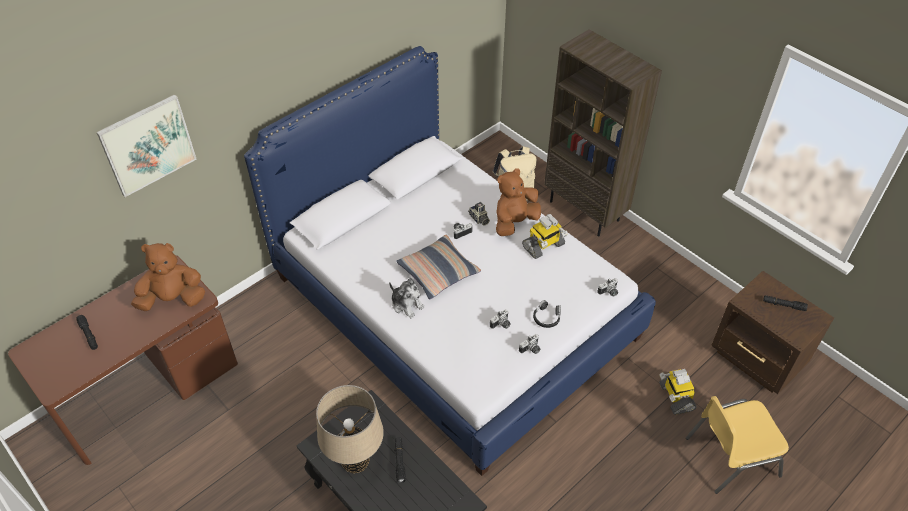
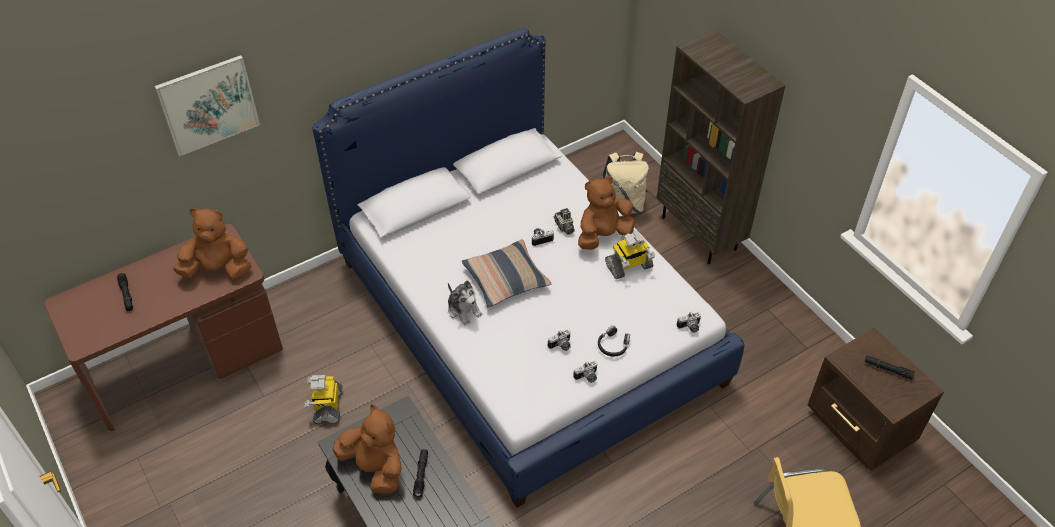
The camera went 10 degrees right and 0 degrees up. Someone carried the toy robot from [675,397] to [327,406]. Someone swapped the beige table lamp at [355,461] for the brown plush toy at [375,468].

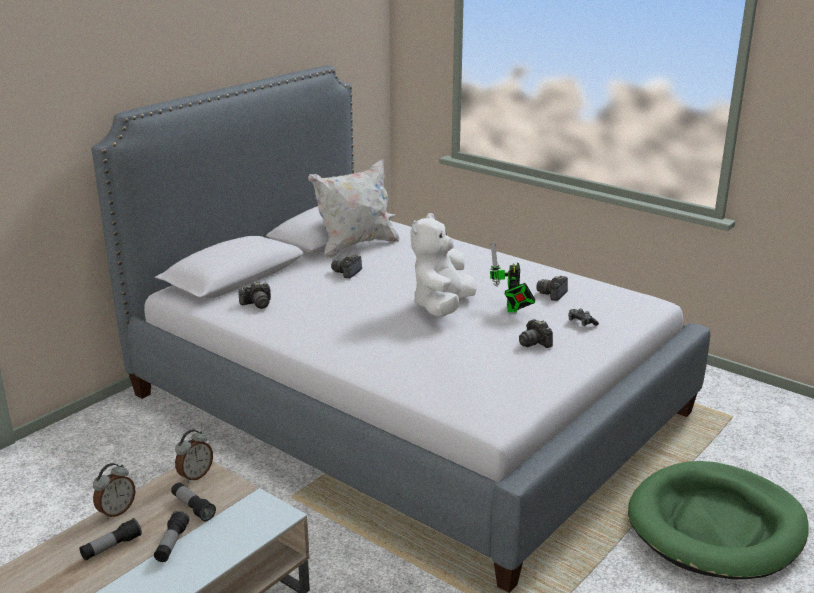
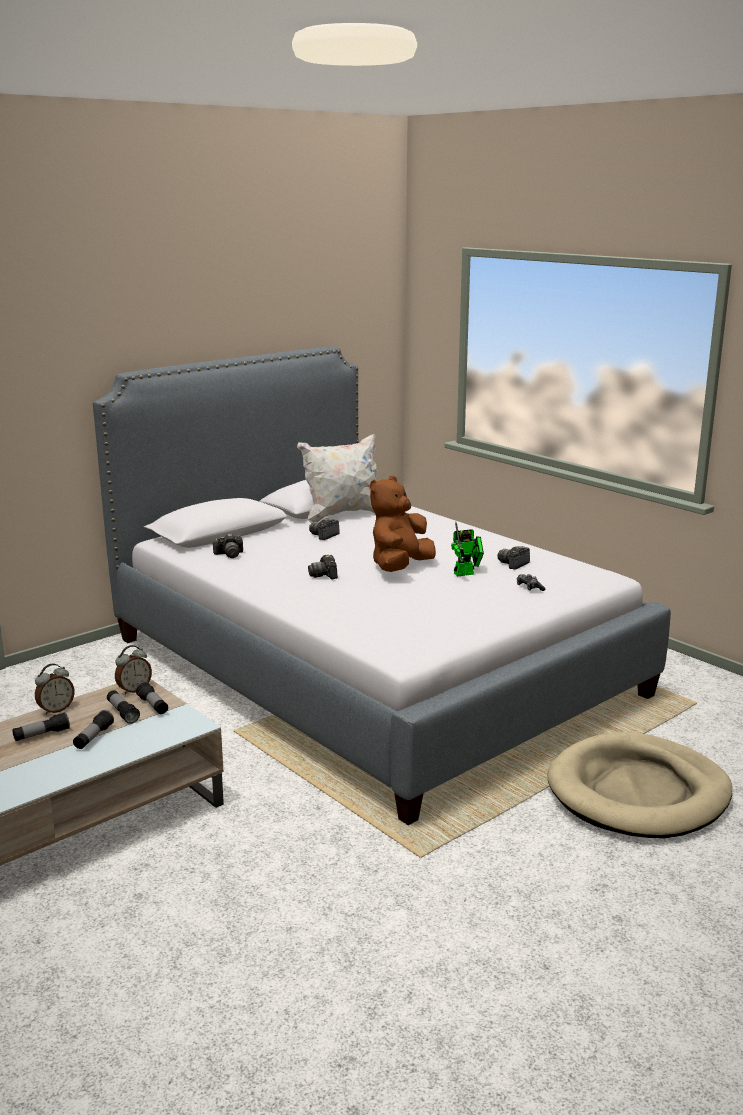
The camera went 10 degrees right and 5 degrees down. Someone repainted the white plush toy at [442,307], which became the brown plush toy at [400,567]. Someone rotated the toy robot at [512,309] by 120 degrees counterclockwise. Someone carried the photo camera from [534,342] to [324,575]. Someone repainted the green dog bed at [716,526], which became the beige dog bed at [638,792]. Someone put down the flashlight at [153,705].

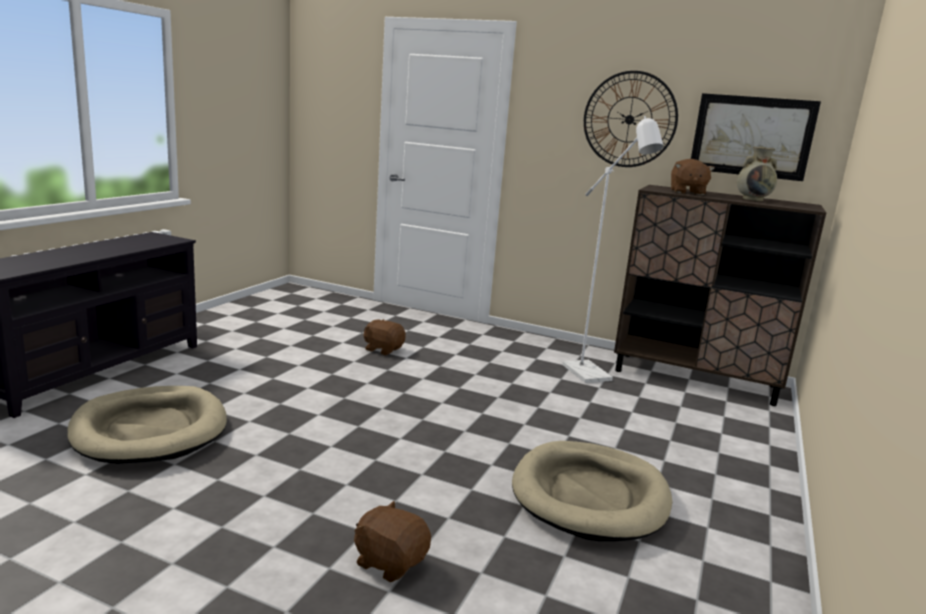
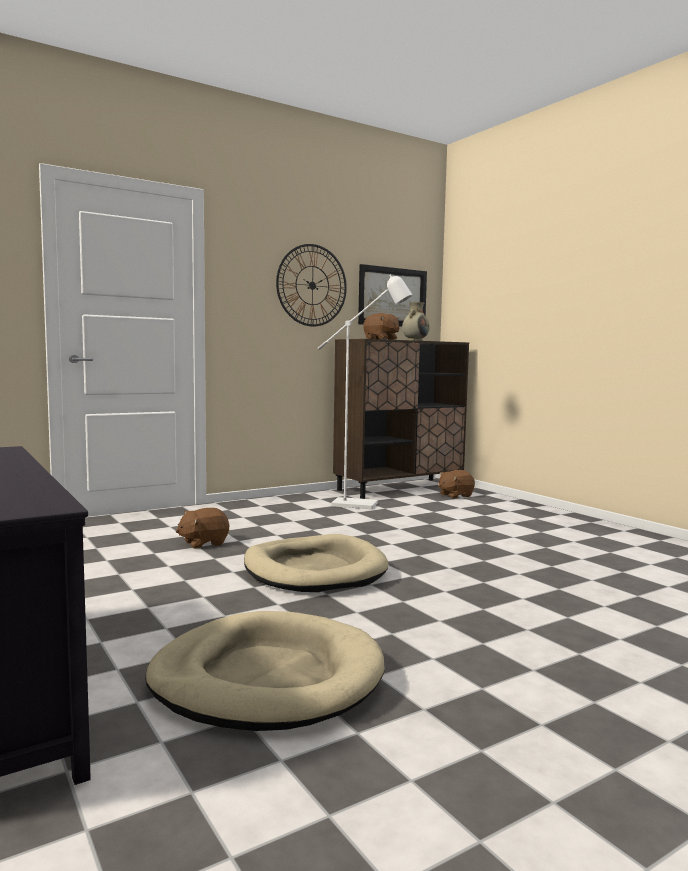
The camera went 55 degrees left and 10 degrees down. Someone carried the beige dog bed from [590,495] to [314,570]. Someone carried the brown plush toy from [390,562] to [455,495].

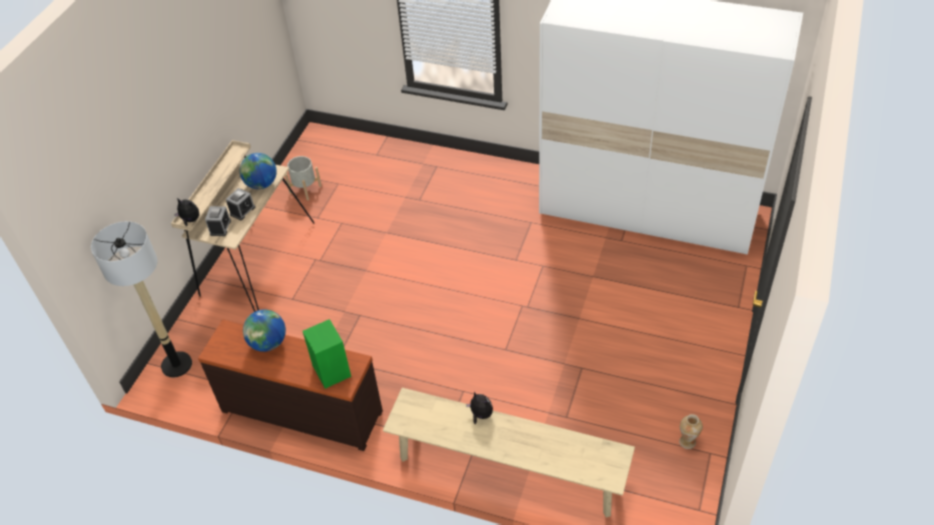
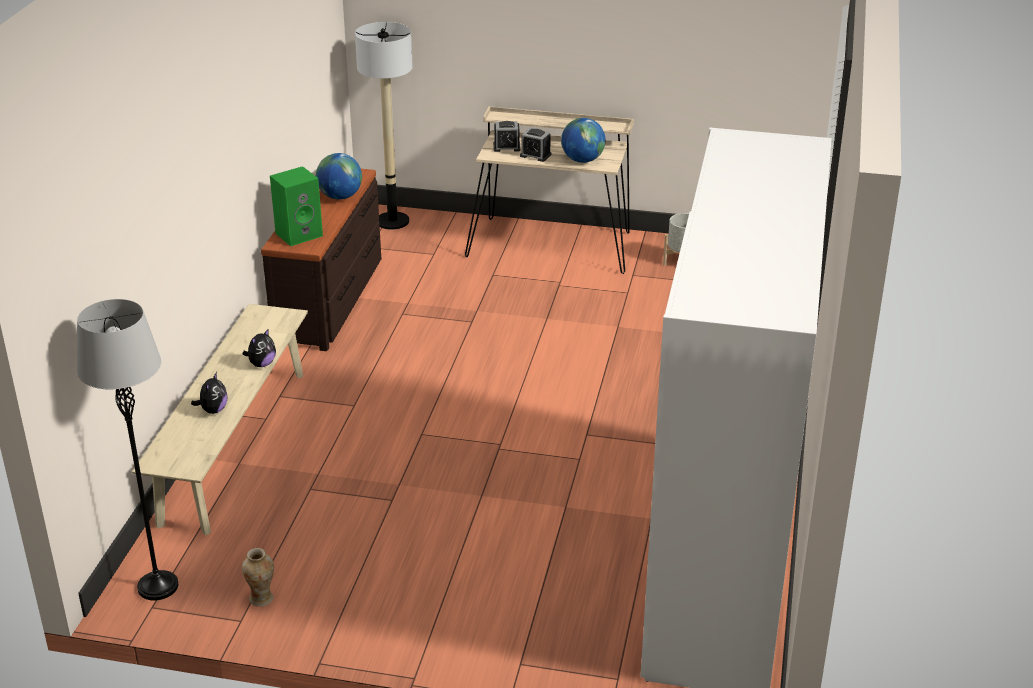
The camera went 80 degrees right and 15 degrees down. Someone carried the plush toy from [190,220] to [213,410]. Someone put down the grey floor lamp at [158,586].

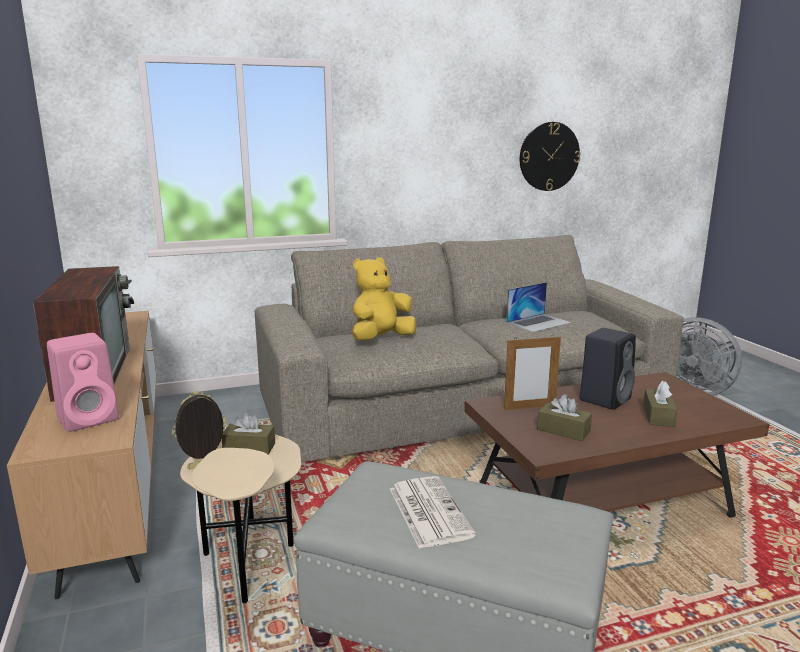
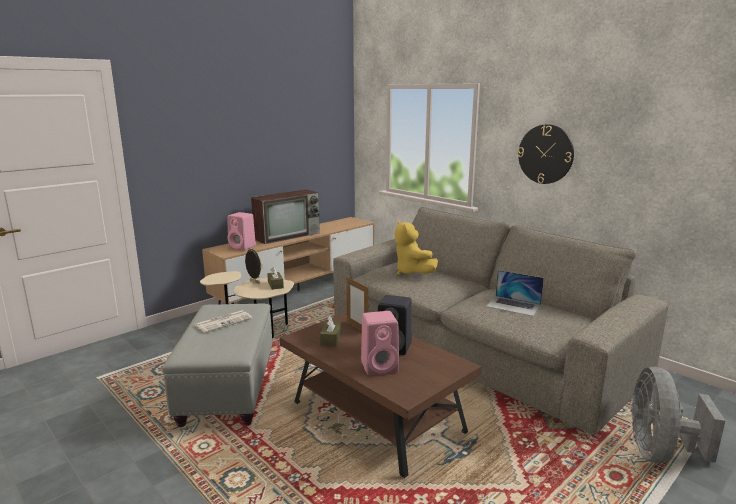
The camera went 65 degrees right and 0 degrees up. Someone carried the wall clock from [549,156] to [545,154]. Someone rotated the yellow plush toy at [381,339] by 135 degrees counterclockwise. Someone swapped the brown tissue box at [658,416] for the pink speaker at [380,366].

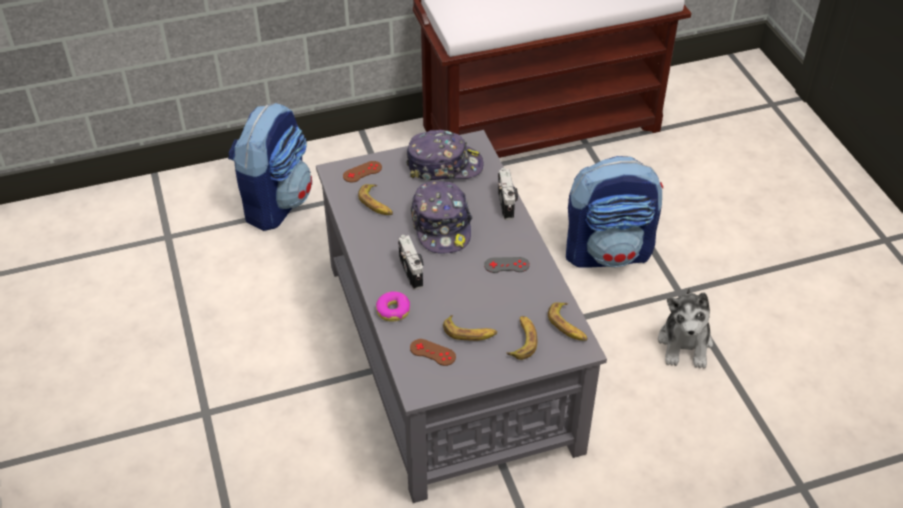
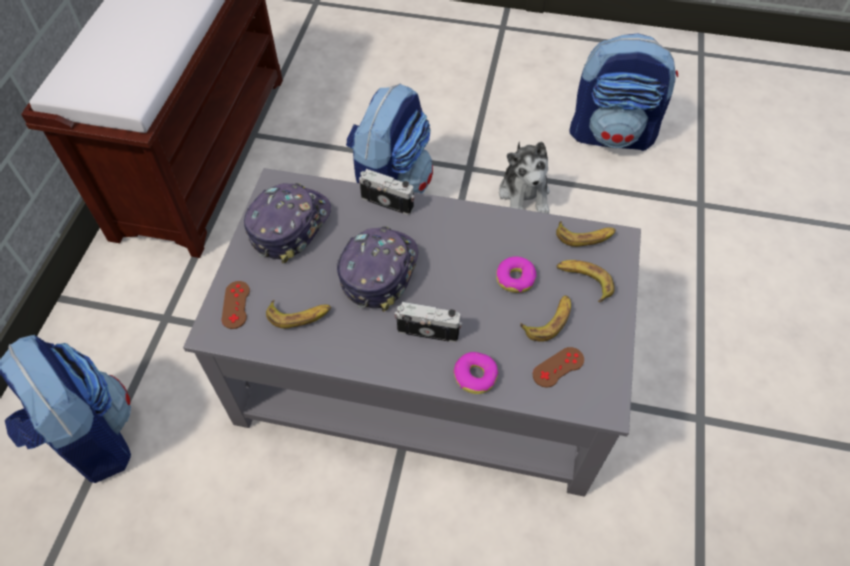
The camera went 60 degrees left and 10 degrees up. Someone rotated the cap at [441,225] by 90 degrees counterclockwise. Someone took away the grey game controller at [506,265]. Someone rotated the plush toy at [685,343] by 45 degrees clockwise. Someone put down the backpack at [612,134]. Someone put down the donut at [515,278].

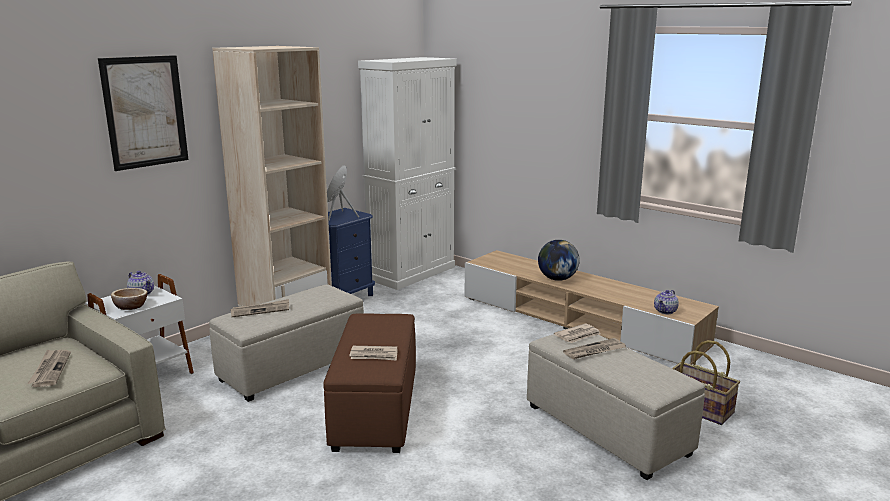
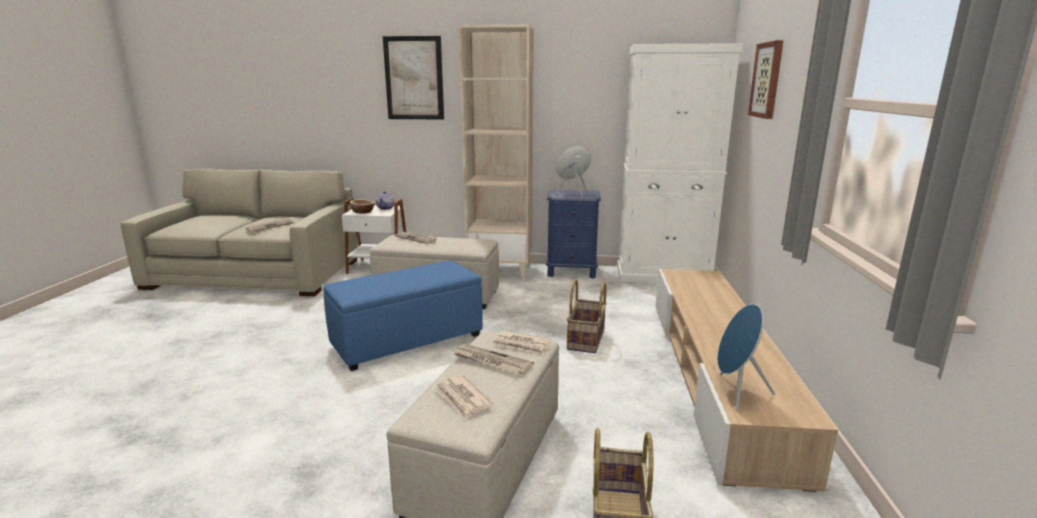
The camera went 55 degrees right and 0 degrees up. Someone took away the globe at [557,279]. Someone swapped the teapot at [665,311] for the blue speaker at [735,392]. Someone repainted the brown ottoman at [375,409], which became the blue ottoman at [409,340]. Someone carried the newspaper from [374,355] to [462,398]. Someone put up the picture at [767,80]. Someone put down the basket at [586,340].

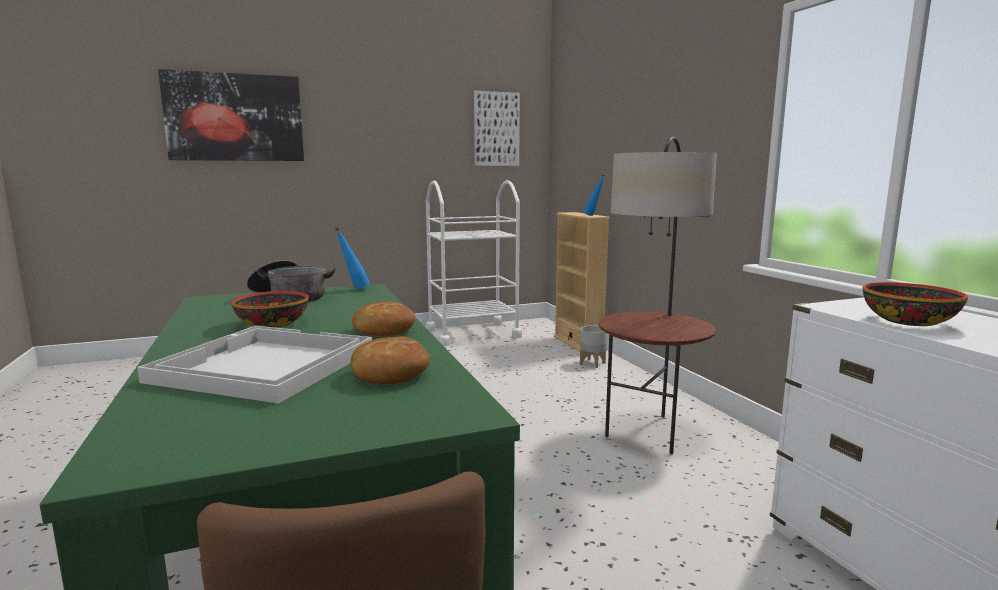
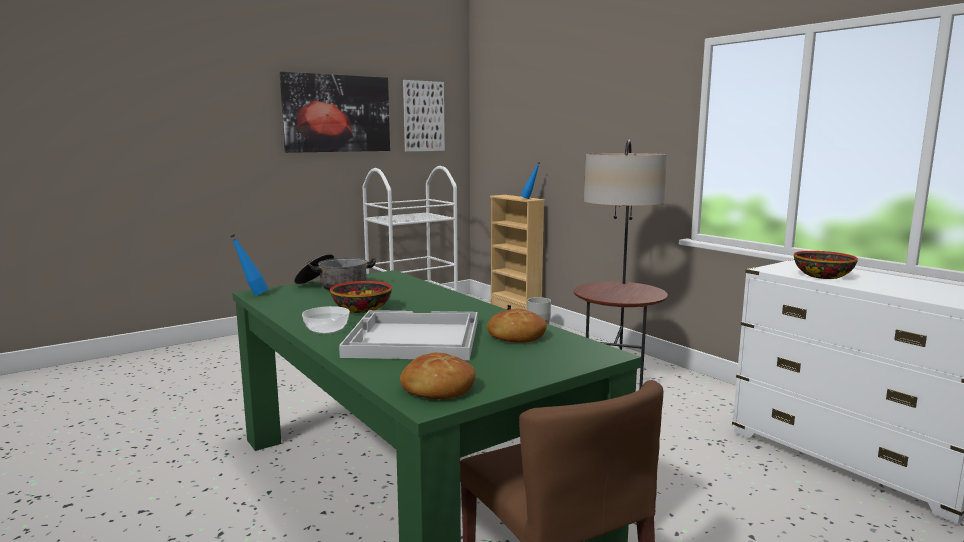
The camera went 15 degrees left and 0 degrees up. Someone carried the picture from [235,117] to [337,113]. Someone carried the blue bottle from [354,289] to [252,295]. Someone carried the bread from [384,330] to [437,388]. Someone put down the bowl at [327,329].

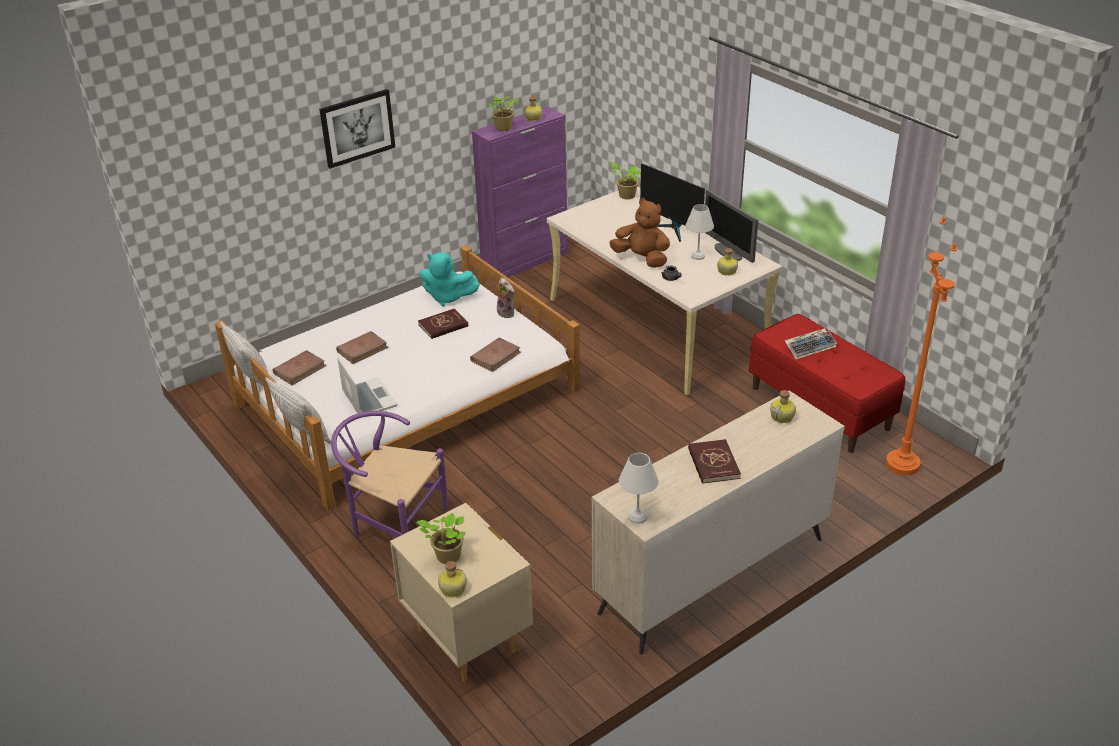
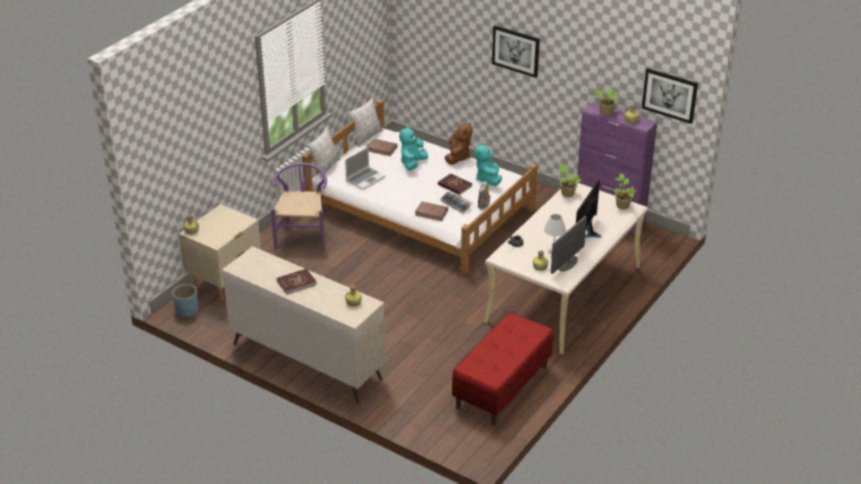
The camera went 70 degrees right and 0 degrees up. Someone carried the brown plush toy from [642,259] to [457,157]. Someone took away the orange floor lamp at [902,464]. Someone carried the keyboard from [810,347] to [457,205]. Someone swapped the brown book at [362,349] for the turquoise plush toy at [413,164]. Someone took away the white table lamp at [637,517]. Someone carried the potted plant from [446,557] to [567,193]. Someone put up the picture at [669,95]. Someone put down the blue planter at [187,311].

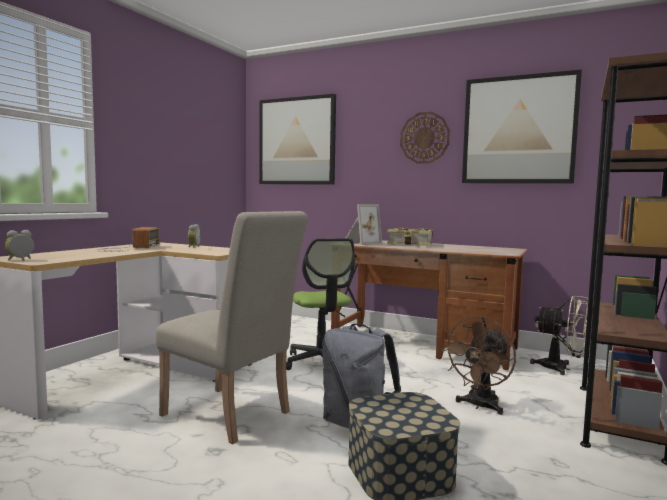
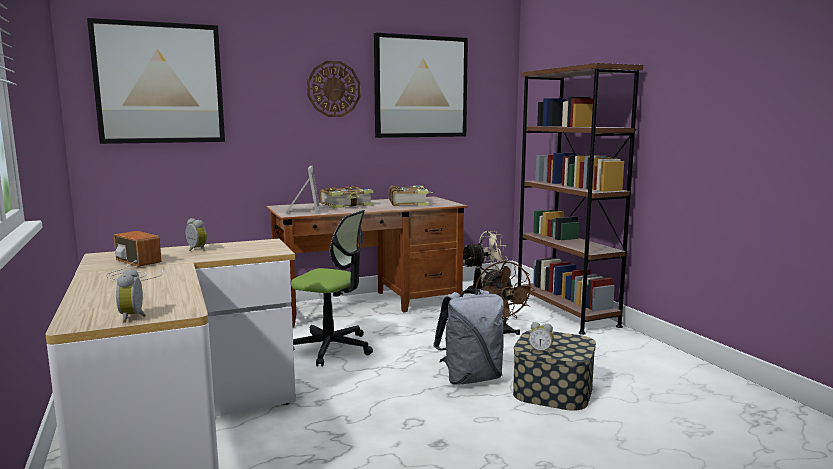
The camera went 50 degrees left and 5 degrees up. Someone took away the beige chair at [232,416]. Someone put down the book at [409,203]. Someone put down the alarm clock at [540,351].

